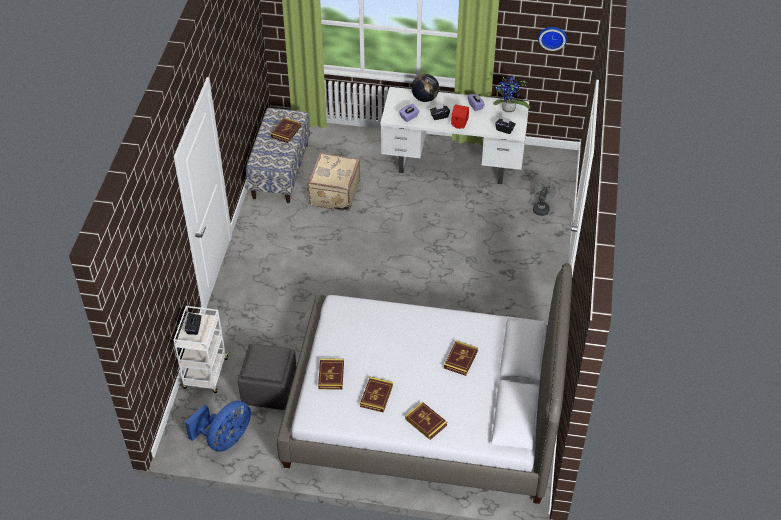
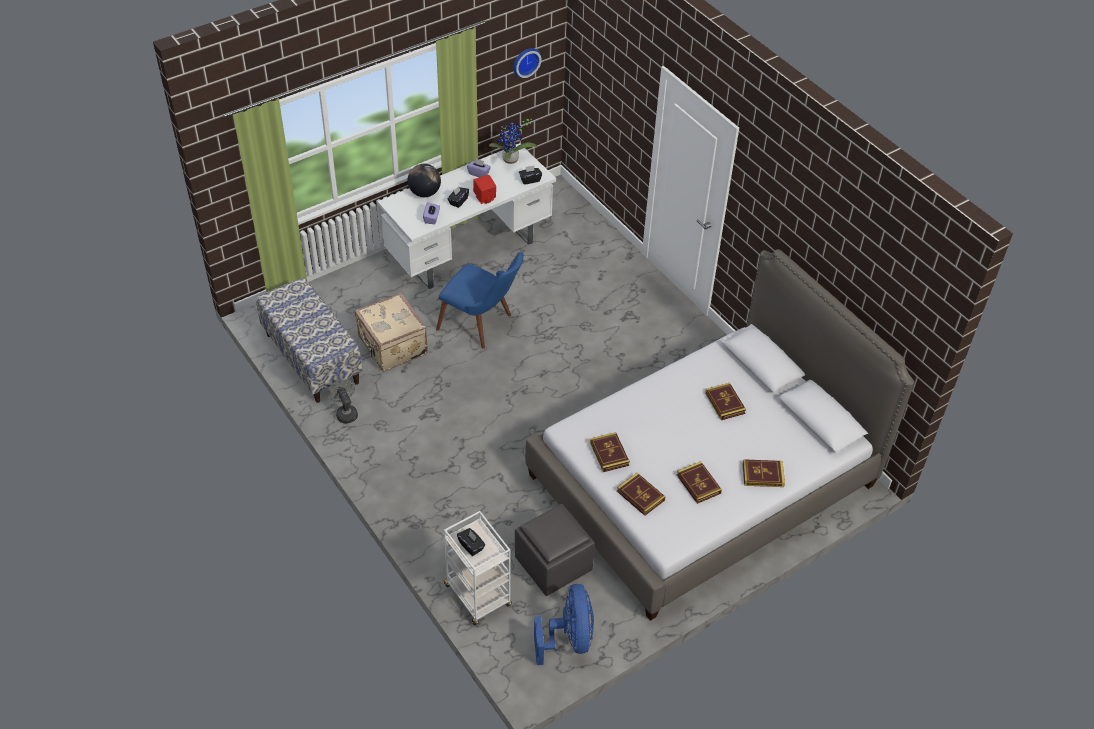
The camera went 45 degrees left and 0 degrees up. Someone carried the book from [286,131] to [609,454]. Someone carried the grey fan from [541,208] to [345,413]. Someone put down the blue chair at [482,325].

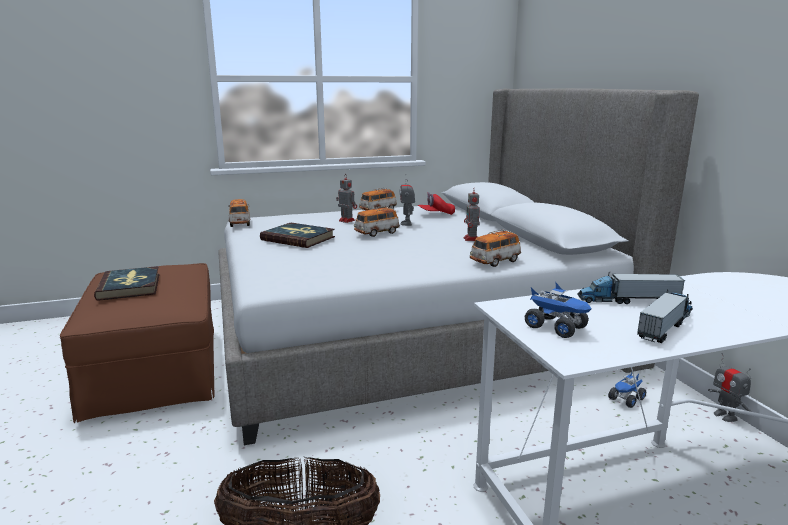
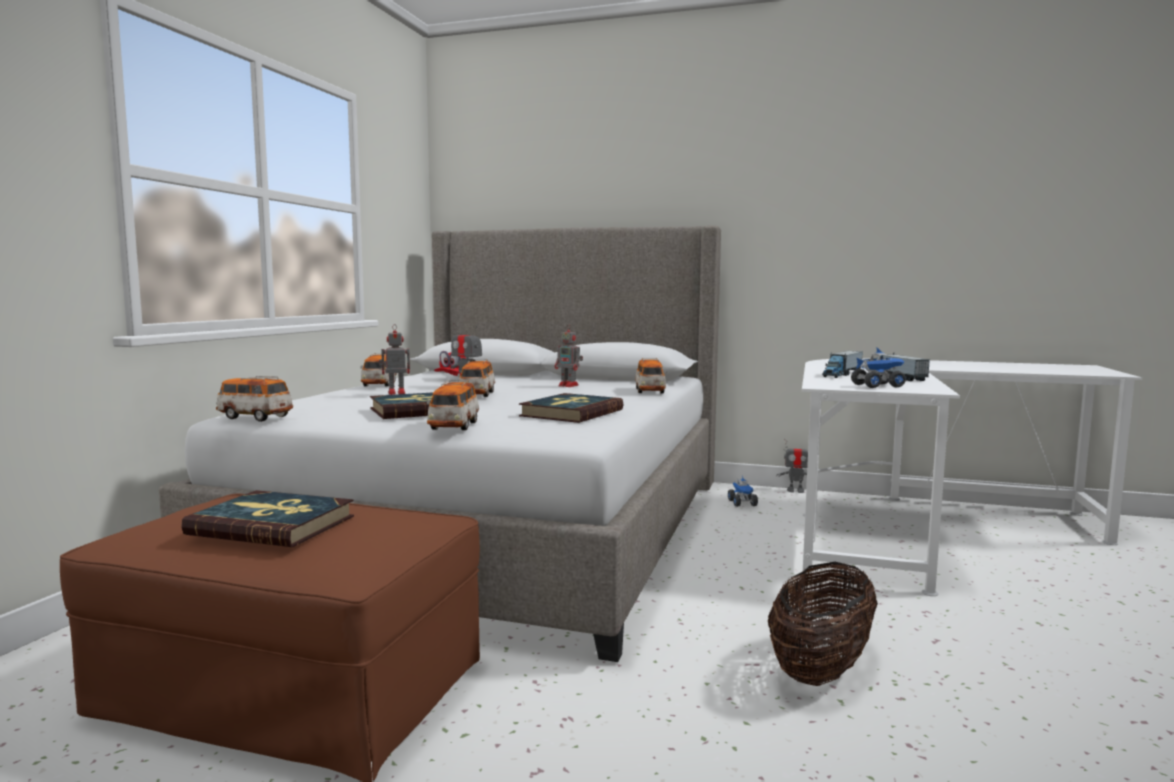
The camera went 55 degrees left and 10 degrees down. Someone put down the toy car at [454,426]. Someone put down the book at [571,413].

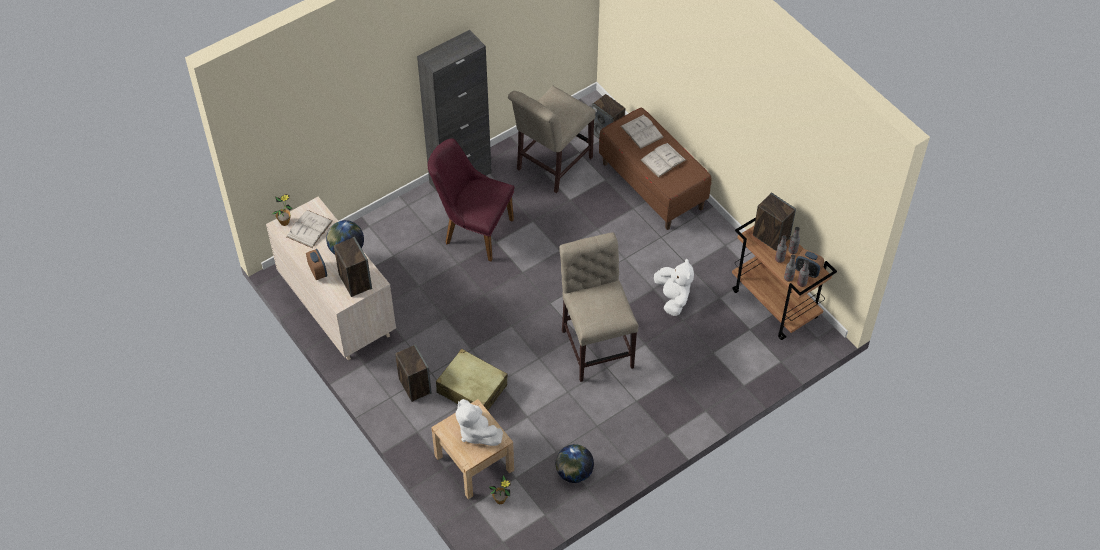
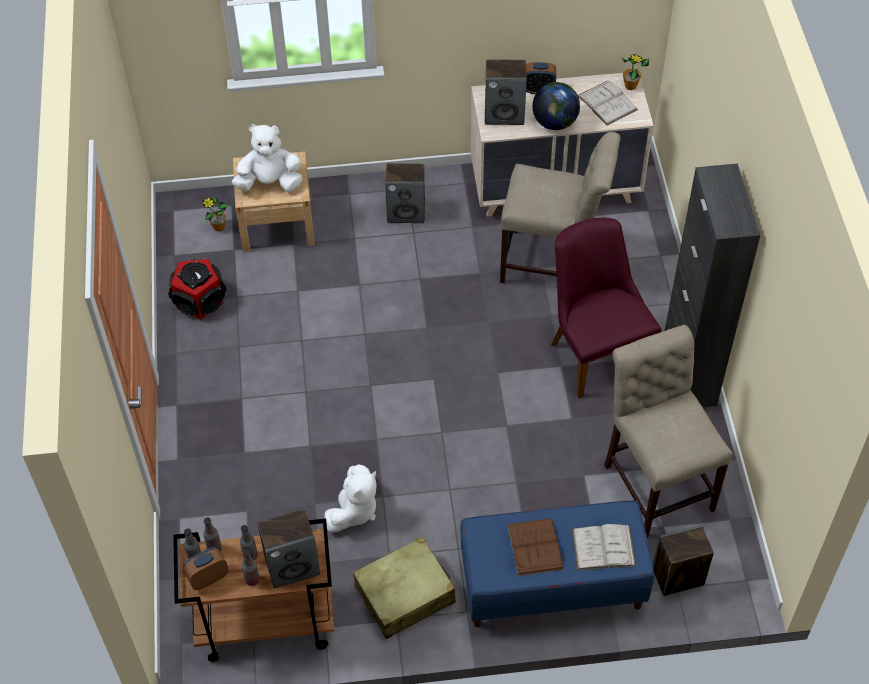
The camera went 120 degrees right and 0 degrees up. Someone repainted the brown bench at [652,185], which became the blue bench at [551,585]. Someone rotated the purple chair at [472,230] by 75 degrees counterclockwise. Someone repainted the white book at [663,160], which became the brown book at [535,546]. Someone carried the beige chair from [596,344] to [552,264]. Someone rotated the white plush toy at [673,298] by 75 degrees counterclockwise. Someone carried the beige suitcase from [472,389] to [405,595]. Someone swapped the globe at [574,473] for the speaker at [200,300].

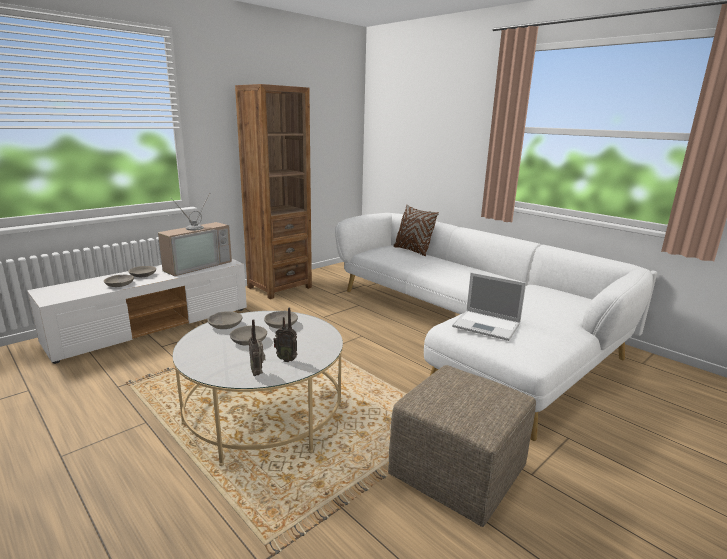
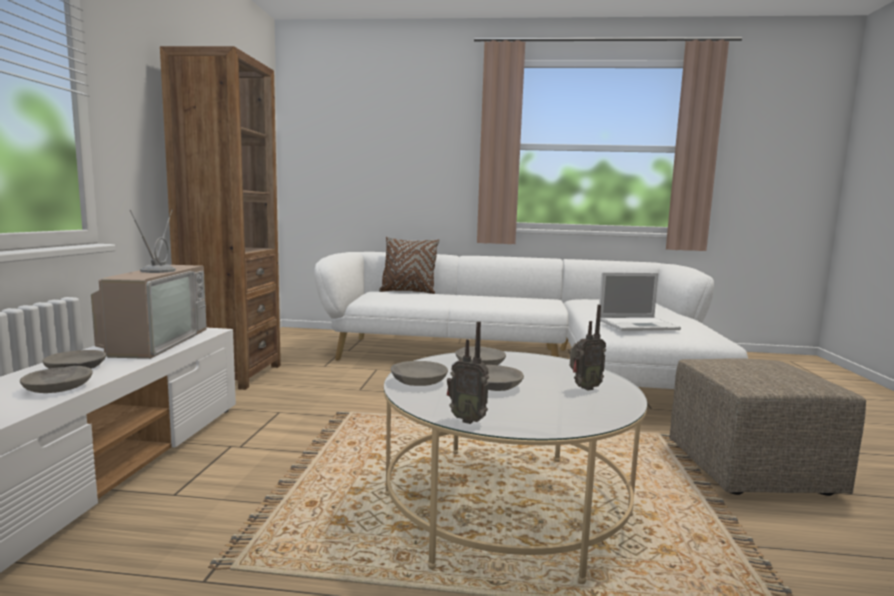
The camera went 40 degrees left and 10 degrees down. Someone carried the radio from [258,373] to [467,420].

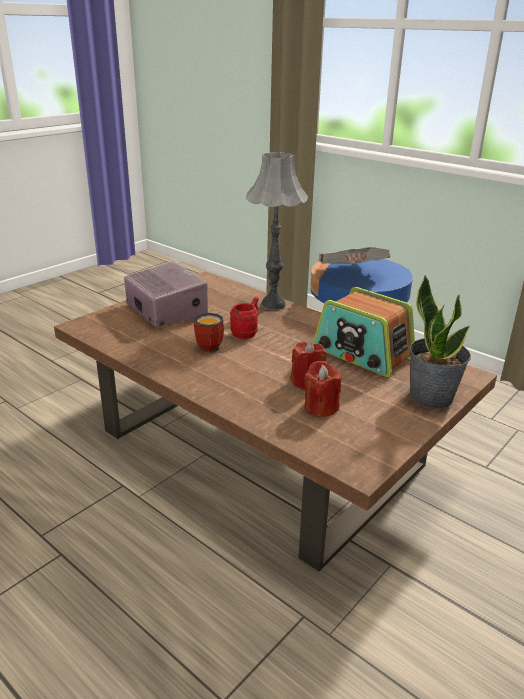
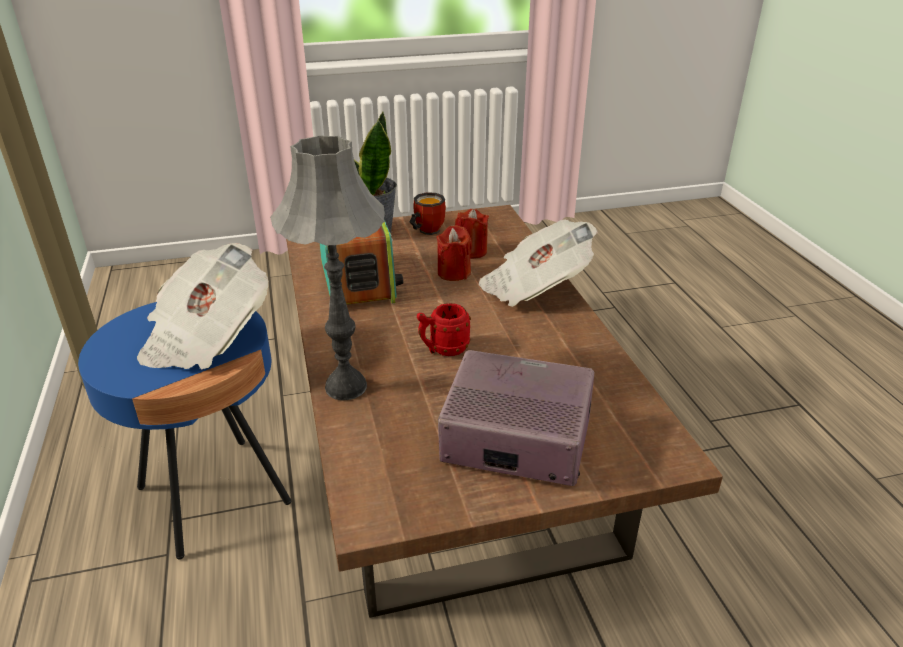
The camera went 145 degrees left and 5 degrees up. Someone rotated the radio at [166,310] by 105 degrees clockwise. Someone carried the mug from [211,346] to [425,231]. Someone put down the newspaper at [534,287].

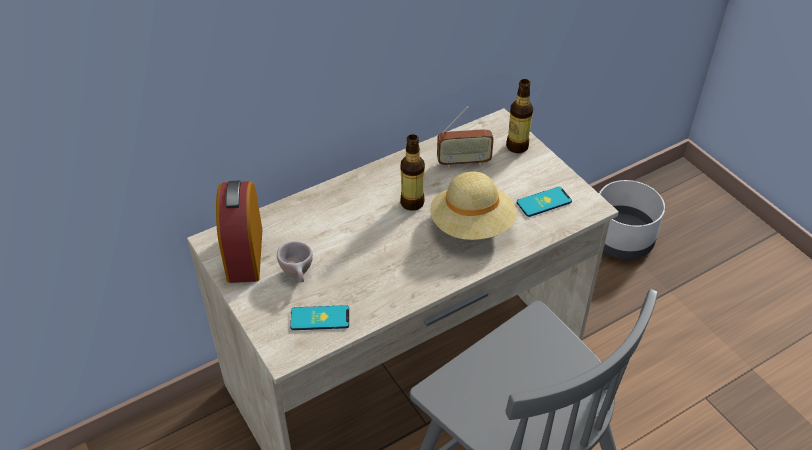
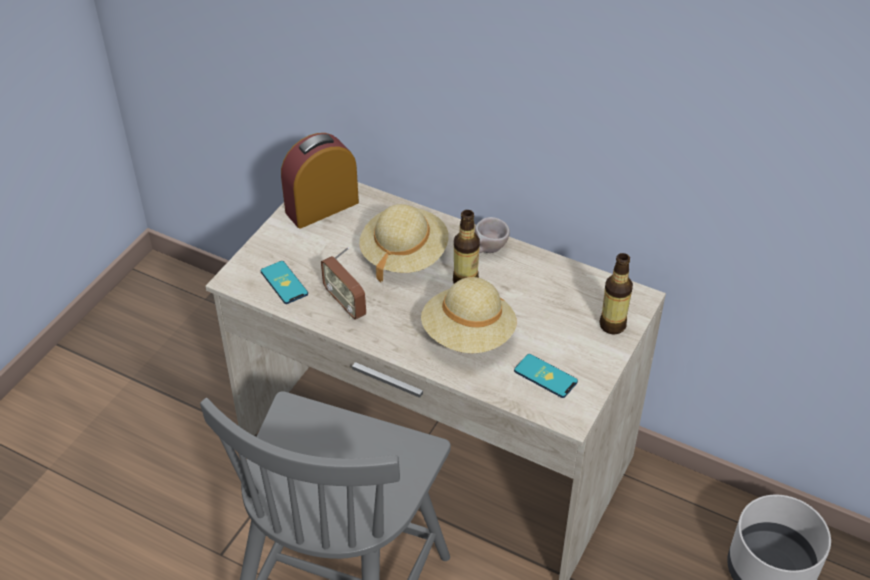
The camera went 60 degrees right and 0 degrees up. Someone carried the radio from [463,162] to [345,304]. Someone carried the beige cup from [298,275] to [488,251]. Someone put down the beige hat at [404,255].

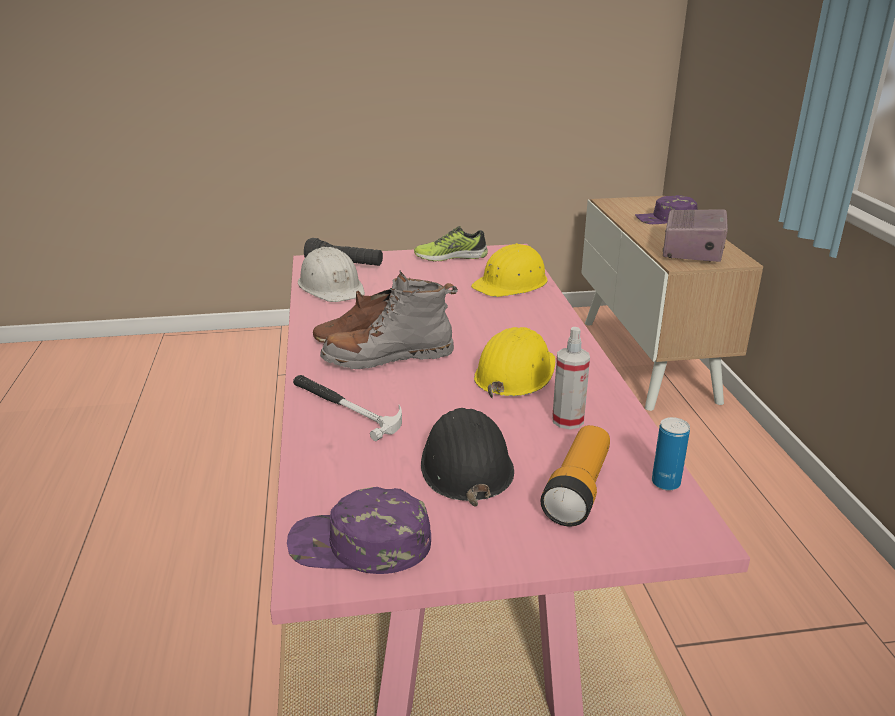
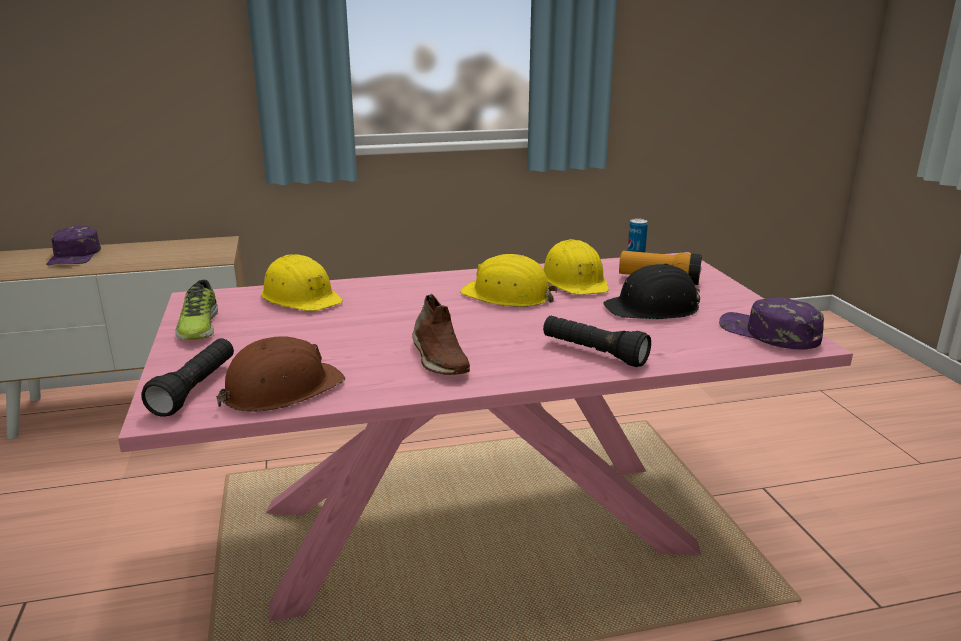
The camera went 95 degrees left and 5 degrees down. Someone took away the radio at [692,250]. Someone repainted the white hard hat at [332,287], which became the brown hard hat at [281,389]. Someone took away the grey boot at [388,357]. Someone swapped the spray bottle at [567,420] for the yellow hard hat at [574,281]. Someone swapped the hammer at [345,407] for the black flashlight at [593,353]. Someone rotated the purple cap at [359,544] by 135 degrees clockwise.

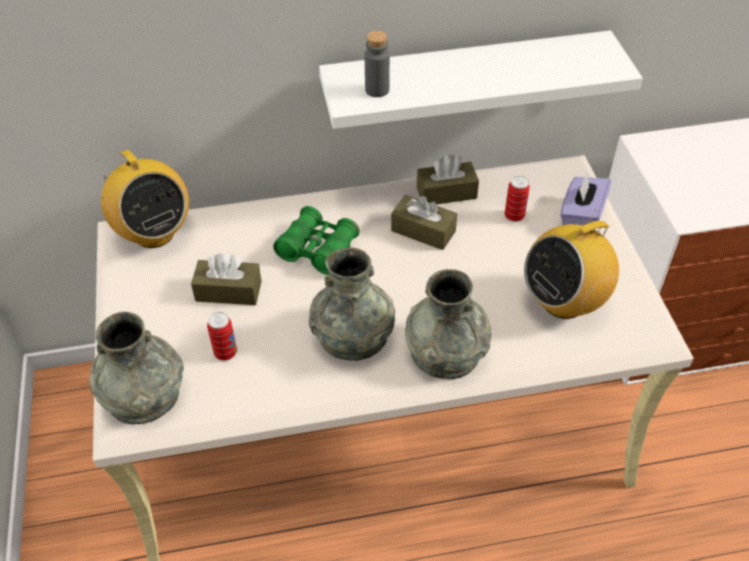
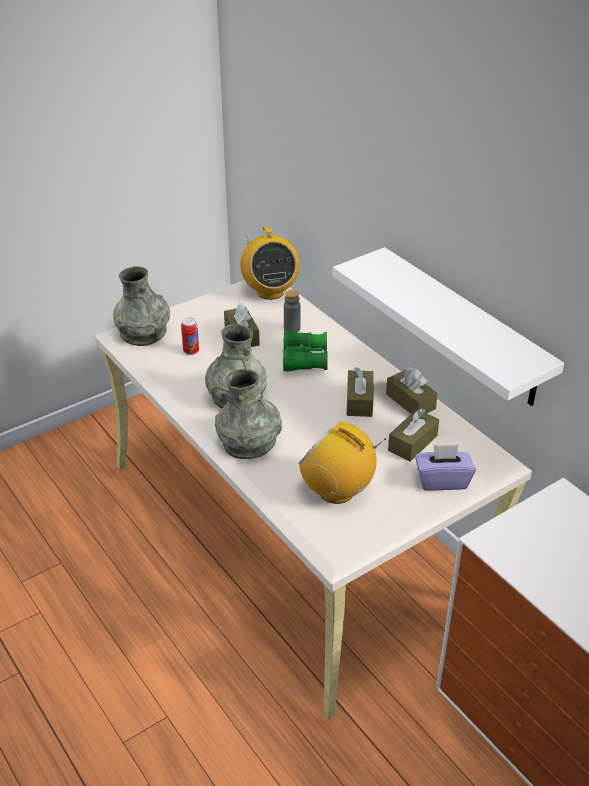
The camera went 65 degrees right and 10 degrees down. Someone carried the grey bottle from [377,90] to [292,329]. Someone rotated the radio at [153,233] by 45 degrees counterclockwise. Someone swapped the can at [514,216] for the brown tissue box at [412,443].

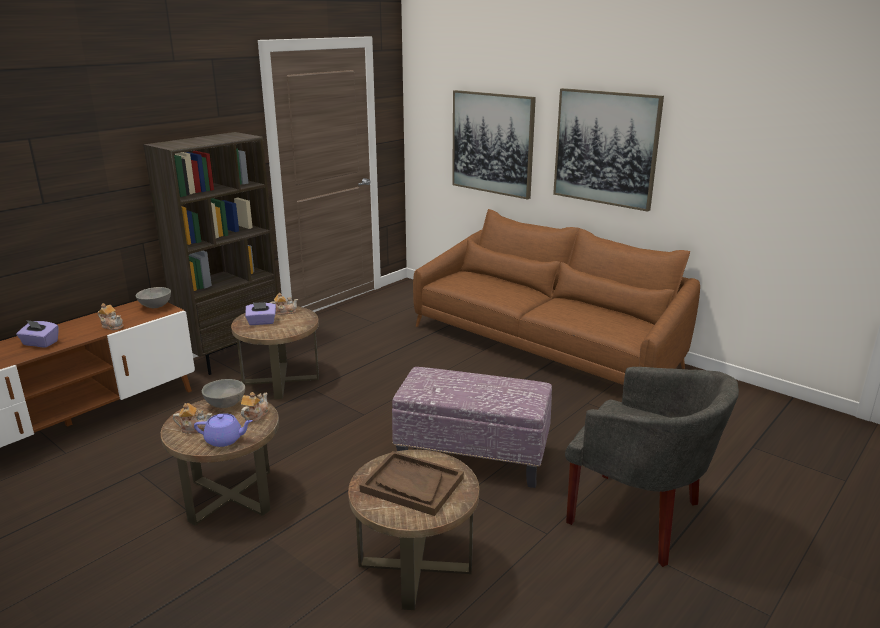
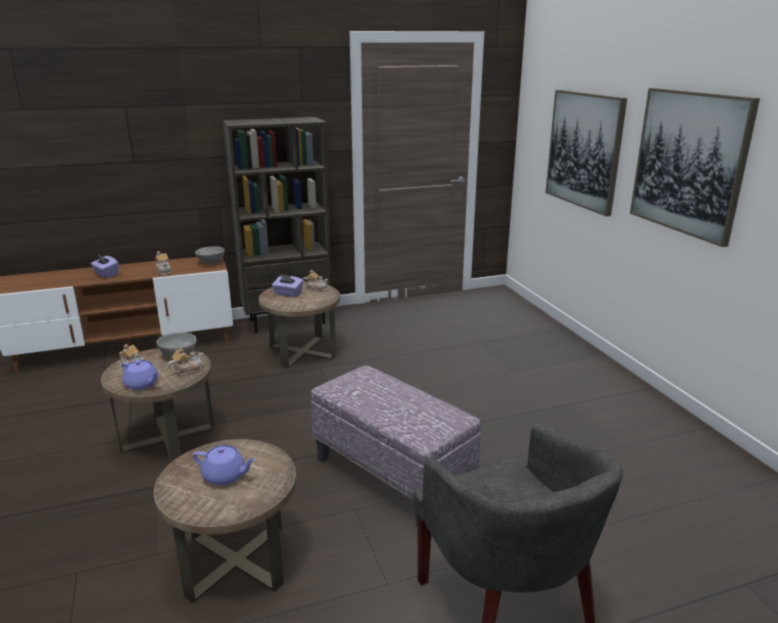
The camera went 30 degrees right and 0 degrees up. Someone took away the brown sofa at [546,346]. Someone swapped the brown tray at [412,485] for the purple teapot at [225,476].

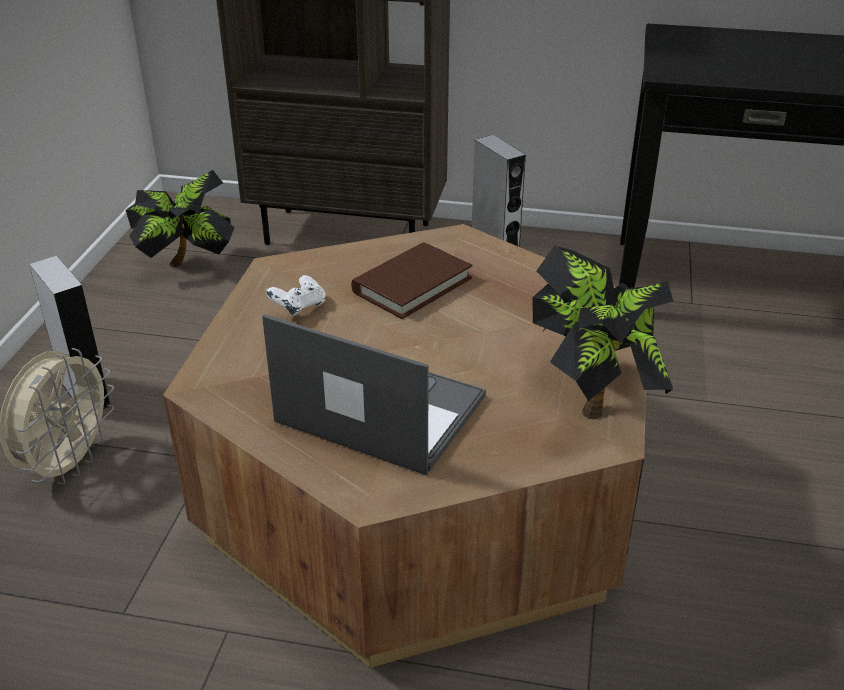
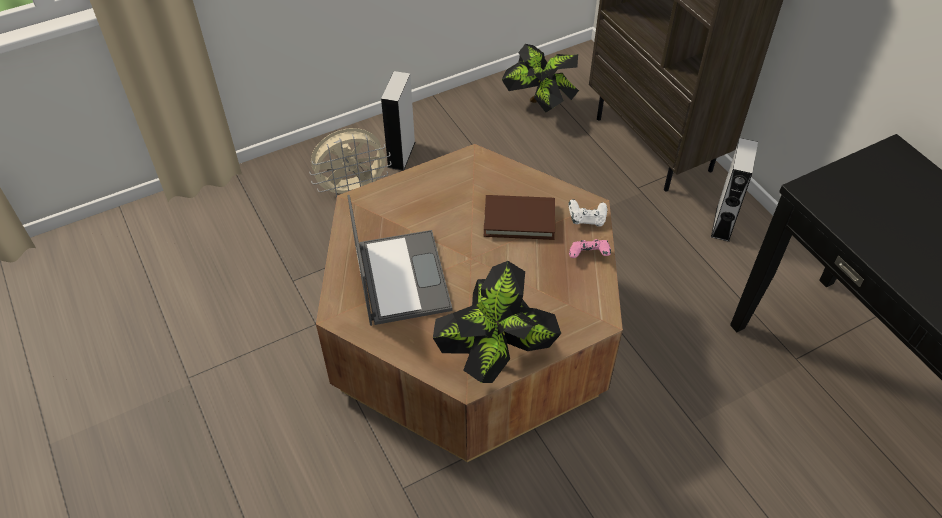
The camera went 50 degrees right and 15 degrees up. Someone carried the white game controller from [298,308] to [587,220]. Someone put down the pink game controller at [589,256].

